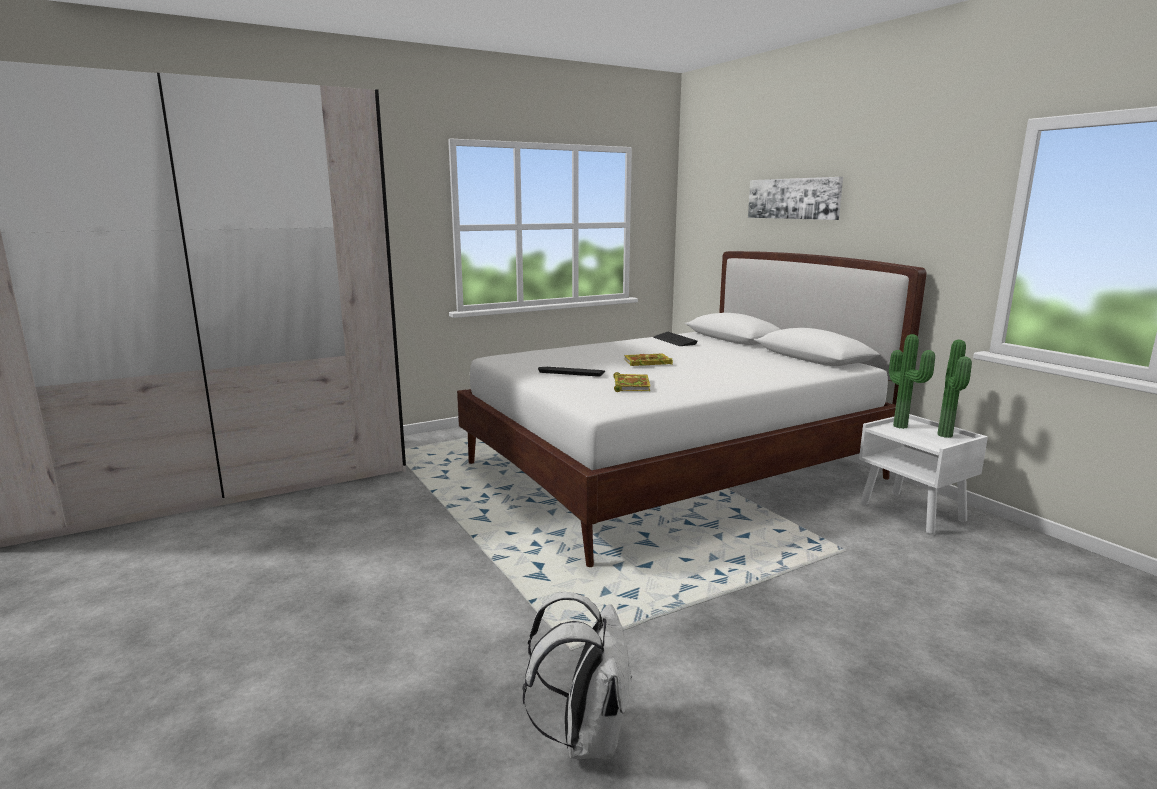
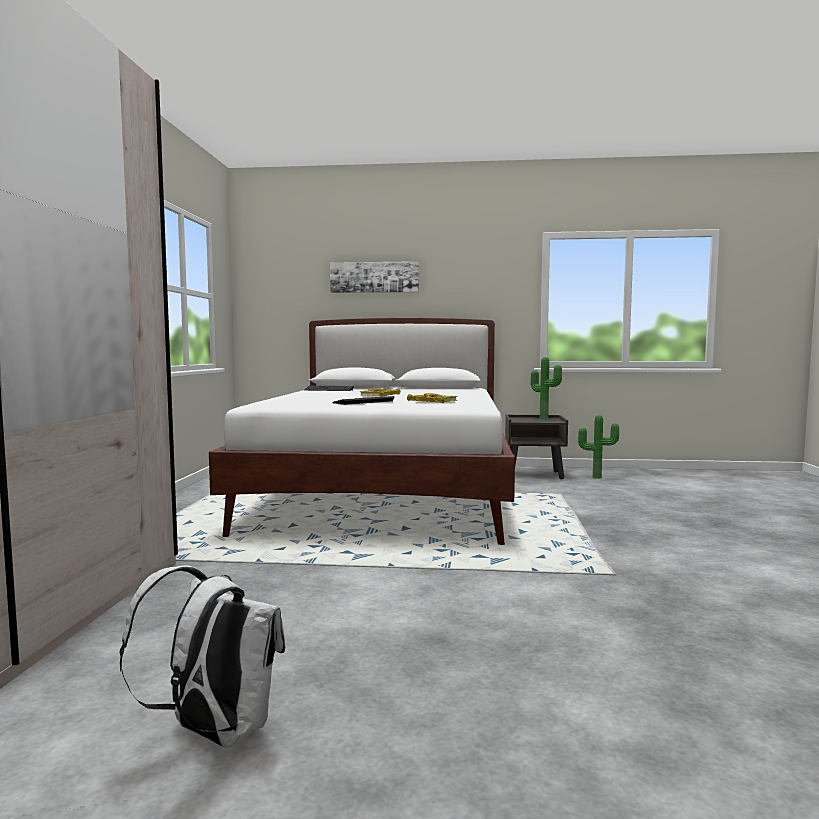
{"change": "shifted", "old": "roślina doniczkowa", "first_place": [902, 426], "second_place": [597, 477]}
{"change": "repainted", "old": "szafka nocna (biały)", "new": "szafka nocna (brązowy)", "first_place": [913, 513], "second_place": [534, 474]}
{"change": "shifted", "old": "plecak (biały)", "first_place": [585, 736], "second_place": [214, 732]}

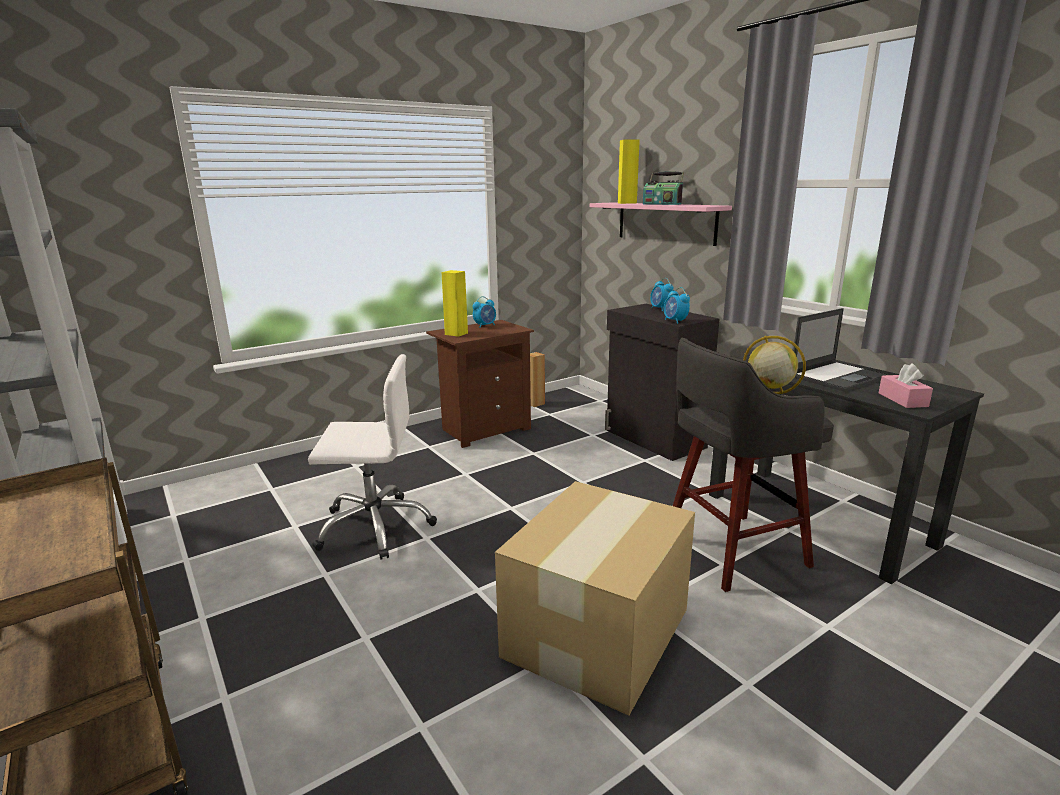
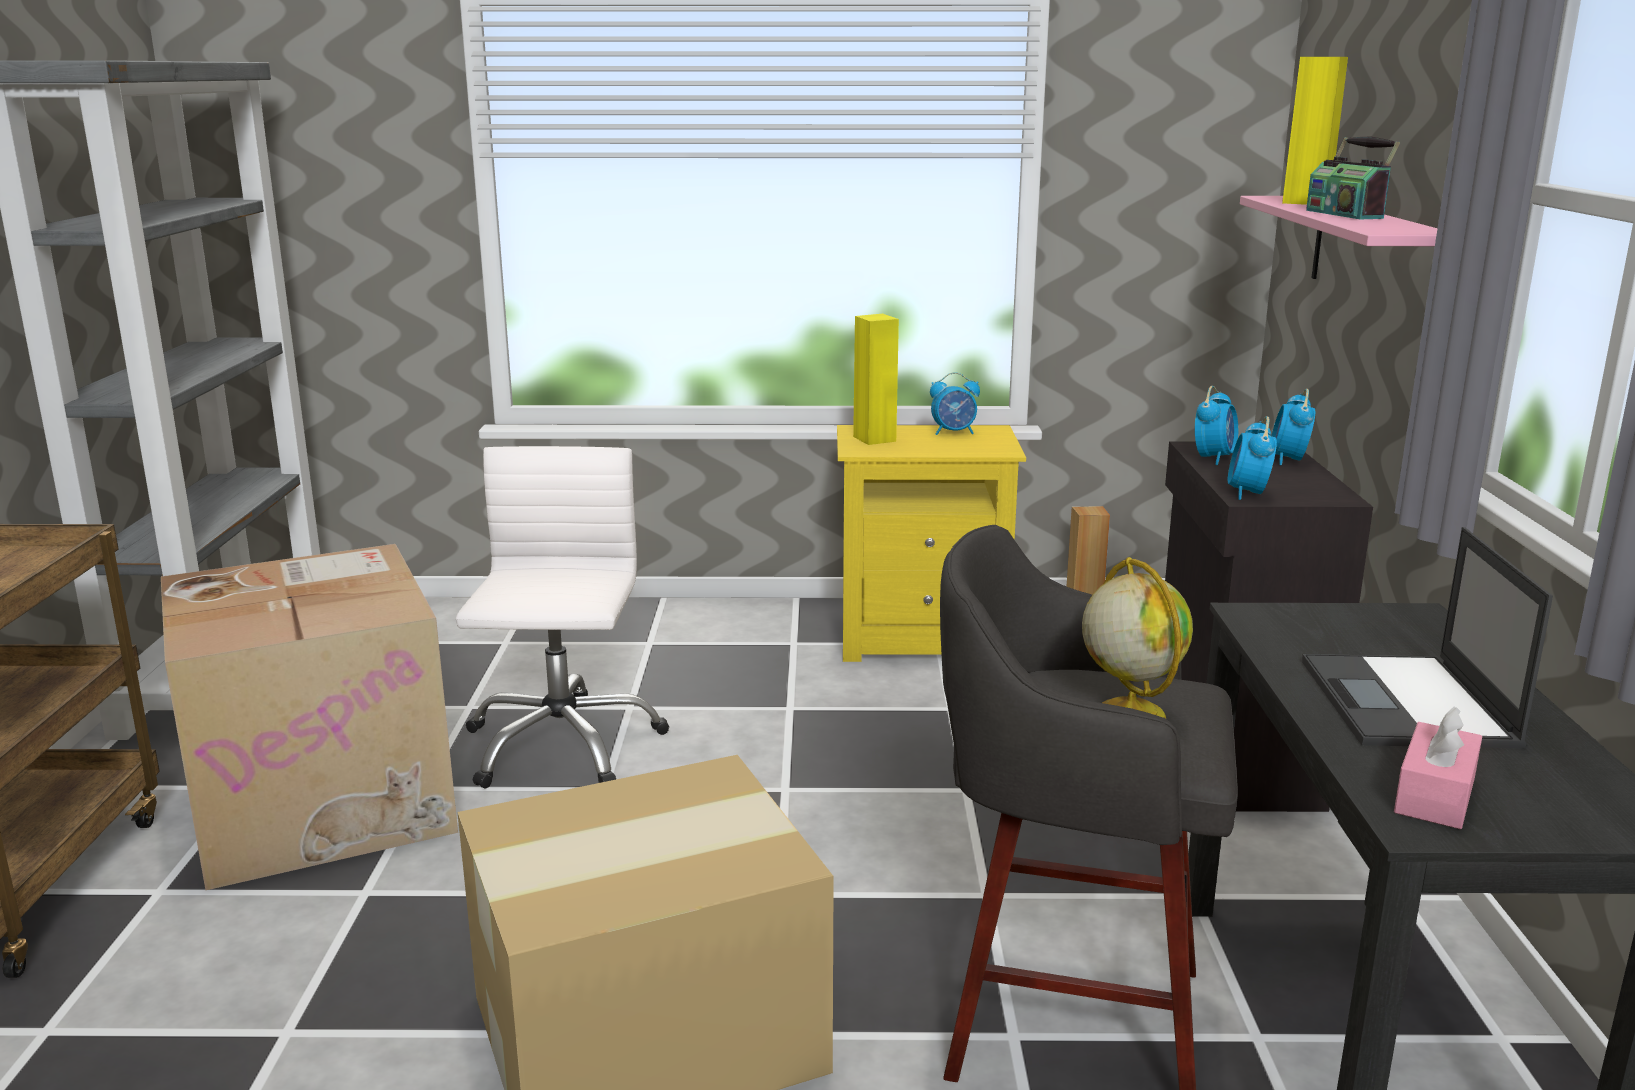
{"change": "rotated", "old": "laptop", "first_place": [838, 376], "second_place": [1408, 704], "degrees": 90}
{"change": "repainted", "old": "szafka nocna (brązowy)", "new": "szafka nocna (żółty)", "first_place": [484, 429], "second_place": [923, 639]}
{"change": "rotated", "old": "krzesło biurowe (biały)", "first_place": [375, 526], "second_place": [561, 745], "degrees": -120}
{"change": "new", "new": "budzik", "second_place": [1214, 458]}
{"change": "new", "new": "karton", "second_place": [325, 801]}

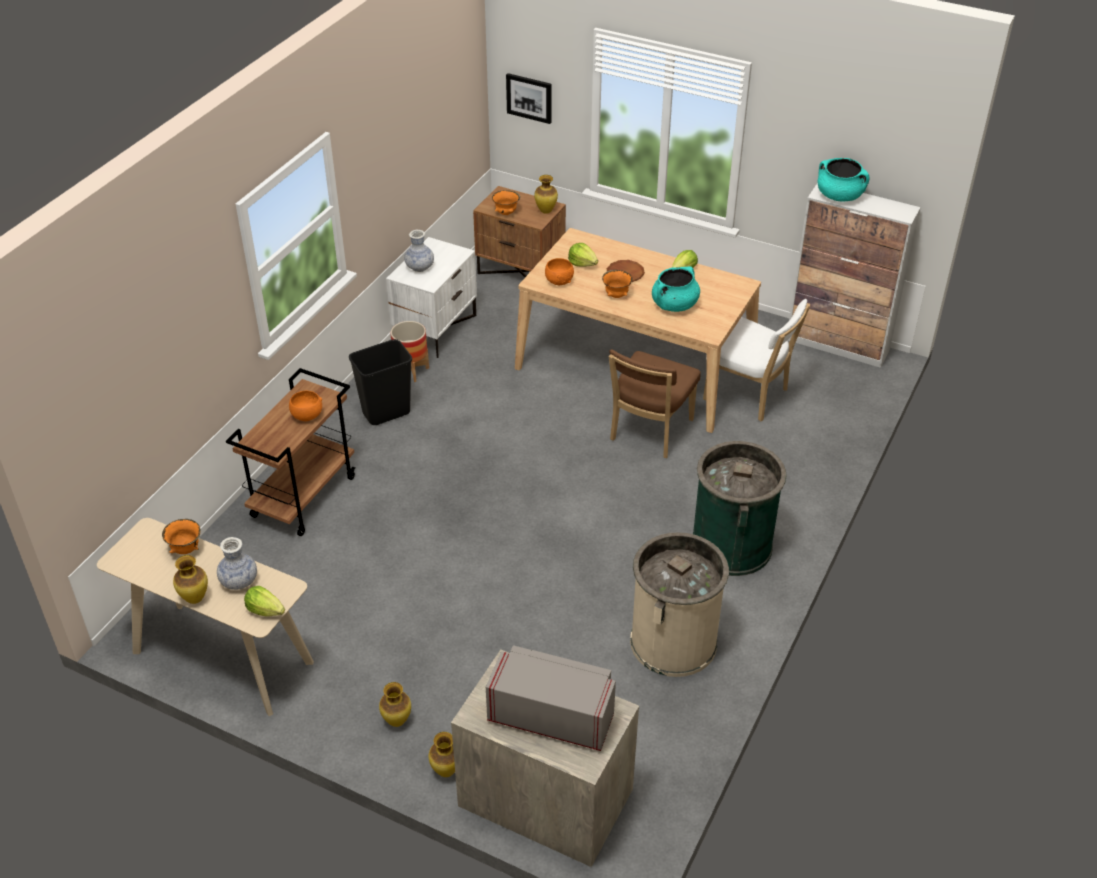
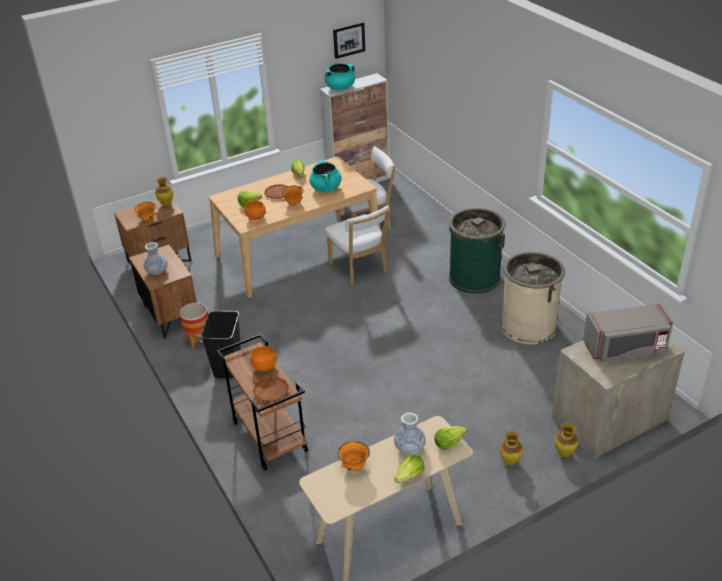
{"change": "shifted", "old": "obraz", "first_place": [529, 97], "second_place": [348, 39]}
{"change": "repainted", "old": "szafka nocna (biały)", "new": "szafka nocna (brązowy)", "first_place": [436, 329], "second_place": [170, 316]}
{"change": "repainted", "old": "krzesło (brązowy)", "new": "krzesło (biały)", "first_place": [649, 432], "second_place": [359, 270]}
{"change": "swapped", "old": "wazon", "new": "sałata", "first_place": [195, 599], "second_place": [410, 476]}
{"change": "rotated", "old": "mikrofalówka (szary)", "first_place": [552, 716], "second_place": [625, 348], "degrees": -150}
{"change": "new", "new": "talerz (brązowy)", "second_place": [271, 391]}

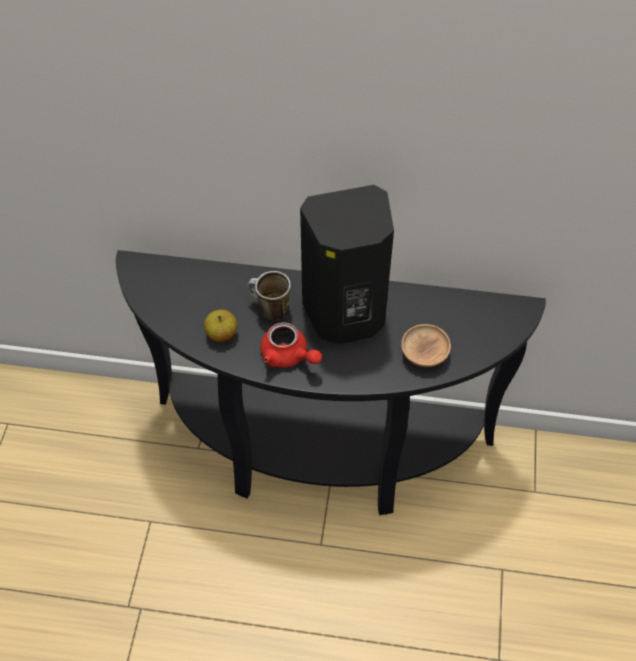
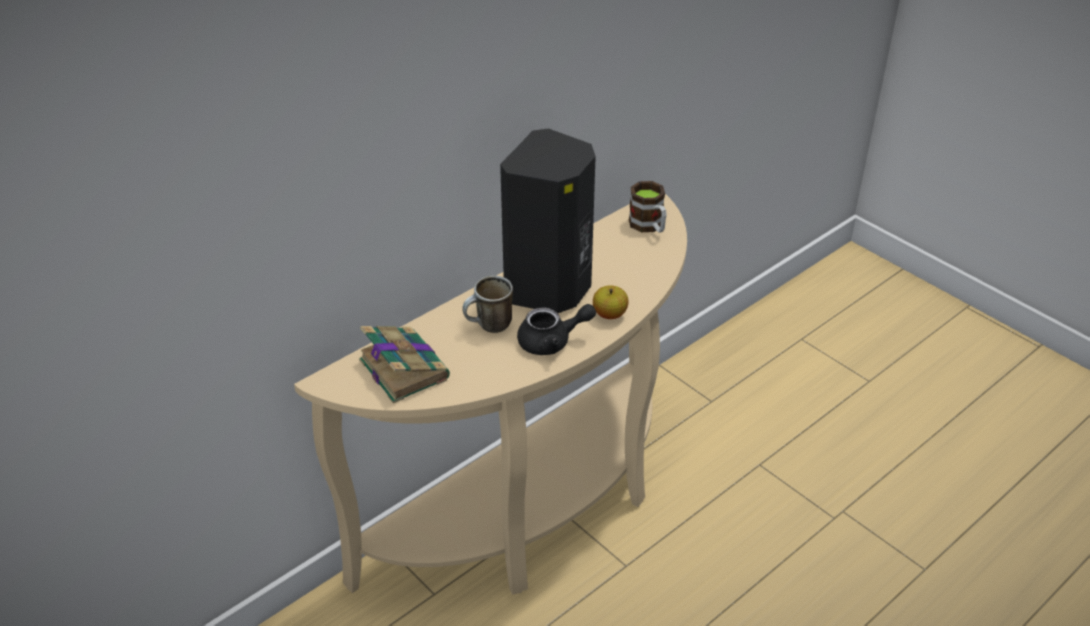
{"change": "repainted", "old": "stolik konsolowy (czarny)", "new": "stolik konsolowy (beżowy)", "first_place": [319, 455], "second_place": [538, 510]}
{"change": "shifted", "old": "jabłko", "first_place": [222, 334], "second_place": [609, 314]}
{"change": "repainted", "old": "imbryk (czerwony)", "new": "imbryk (czarny)", "first_place": [288, 356], "second_place": [552, 342]}
{"change": "gone", "old": "miska (brązowy)", "first_place": [424, 354]}
{"change": "new", "new": "kubek", "second_place": [649, 226]}
{"change": "new", "new": "książka", "second_place": [403, 368]}

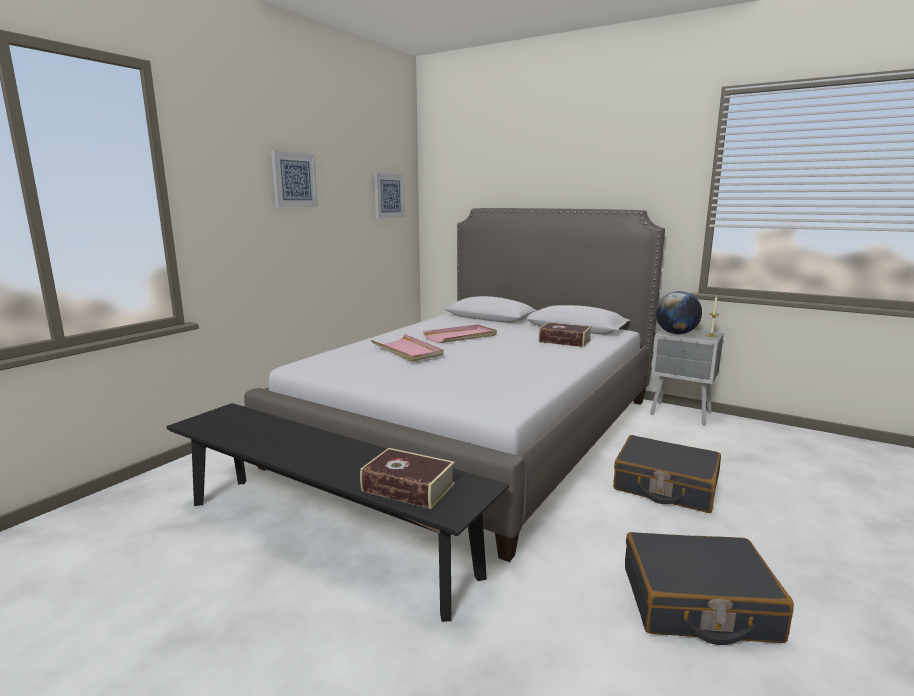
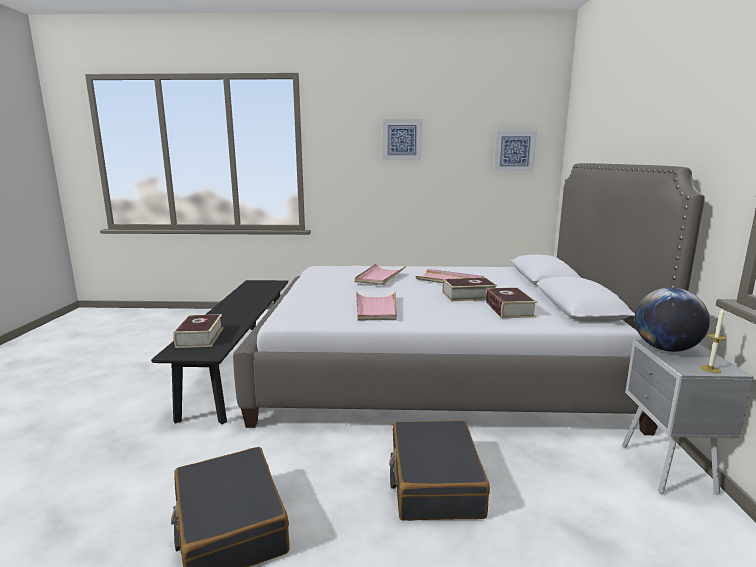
{"change": "new", "new": "książka", "second_place": [468, 295]}
{"change": "new", "new": "taca (różowy)", "second_place": [376, 308]}

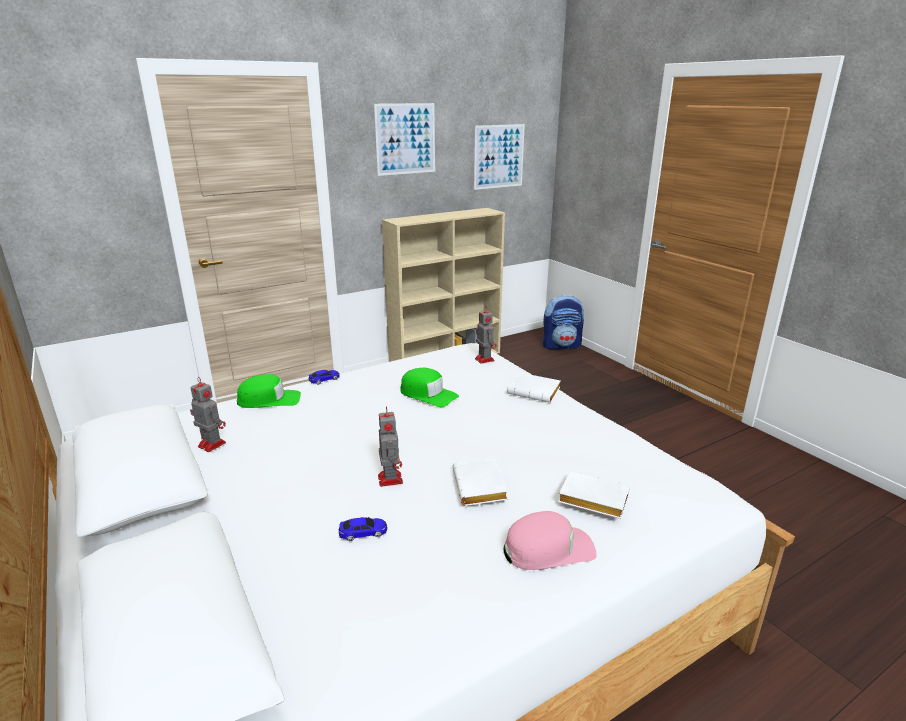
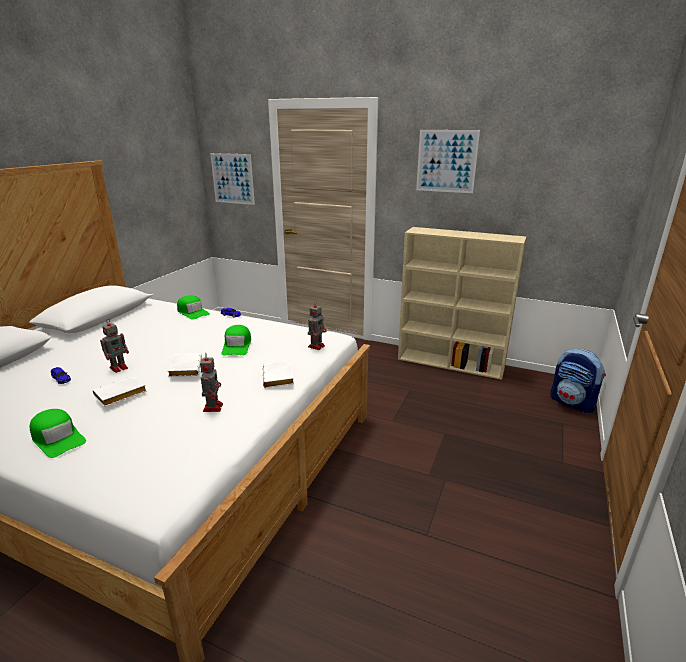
{"change": "shifted", "old": "obraz", "first_place": [499, 156], "second_place": [232, 178]}
{"change": "shifted", "old": "robot zabawkowy", "first_place": [211, 444], "second_place": [213, 407]}
{"change": "shifted", "old": "książka (biały)", "first_place": [591, 500], "second_place": [184, 368]}
{"change": "repainted", "old": "czapka z daszkiem (różowy)", "new": "czapka z daszkiem (zielony)", "first_place": [548, 549], "second_place": [58, 438]}

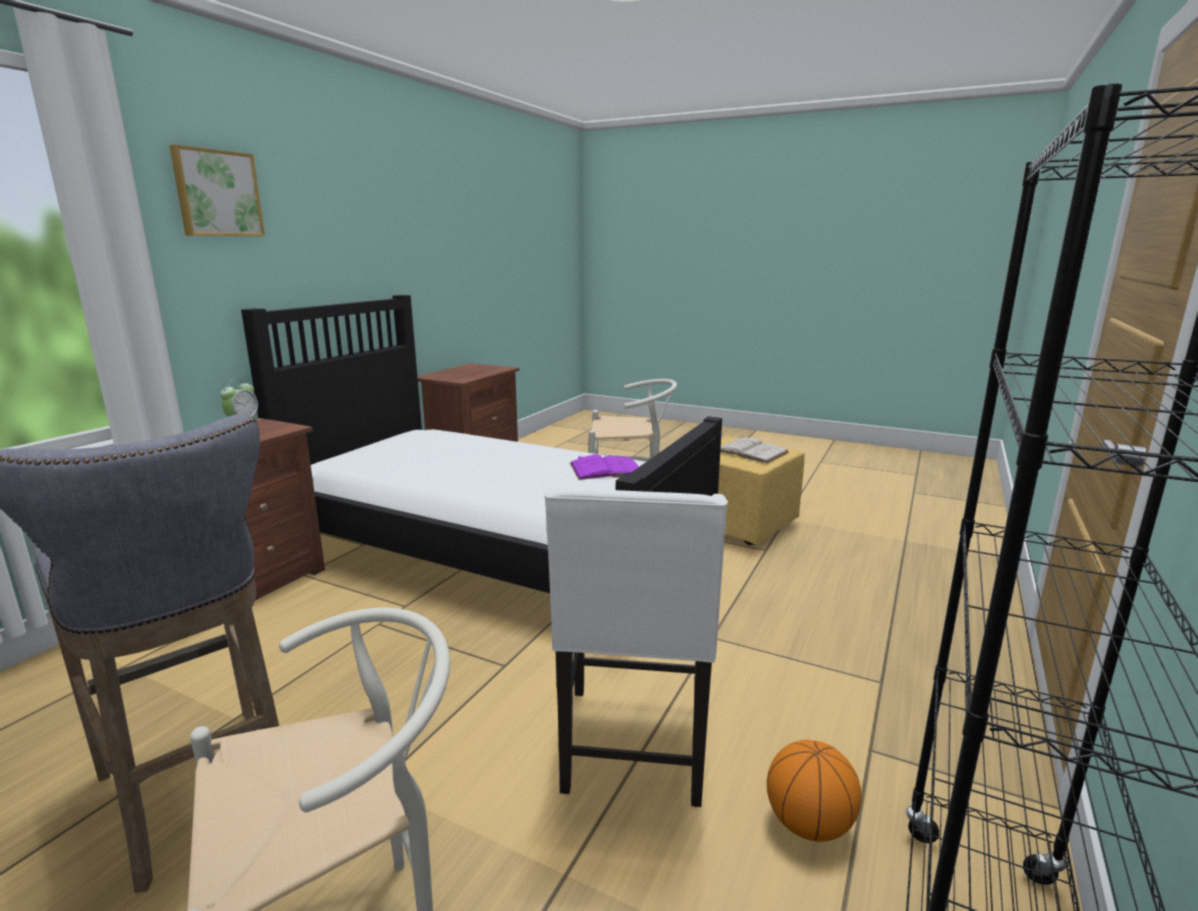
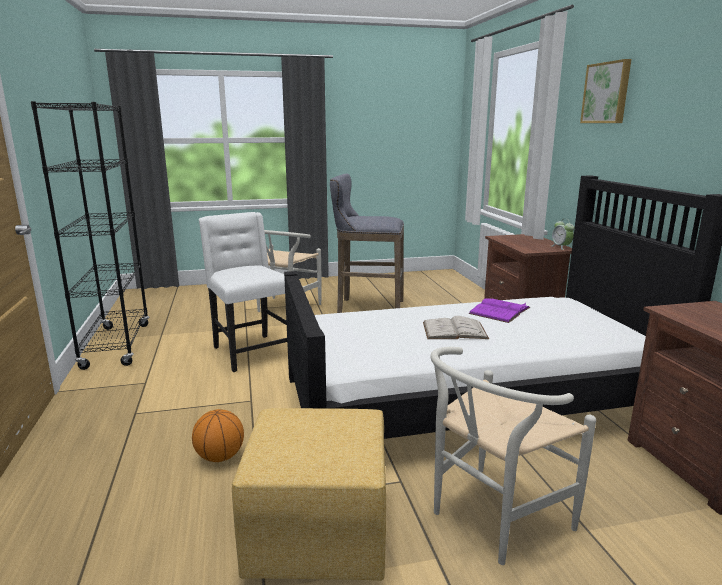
{"change": "shifted", "old": "książka (biały)", "first_place": [750, 451], "second_place": [454, 330]}
{"change": "shifted", "old": "książka (fioletowy)", "first_place": [606, 469], "second_place": [499, 310]}
{"change": "shifted", "old": "piłka do koszykówki", "first_place": [808, 825], "second_place": [220, 457]}

